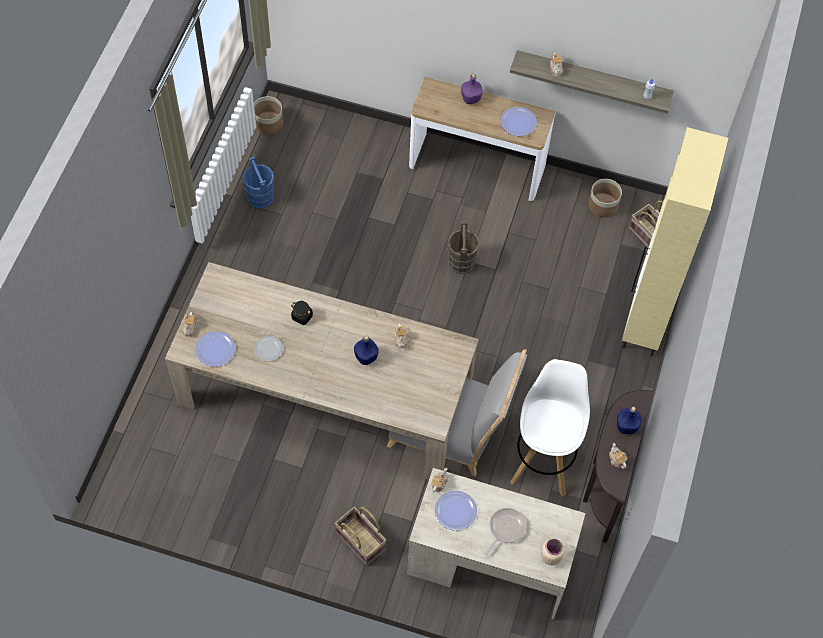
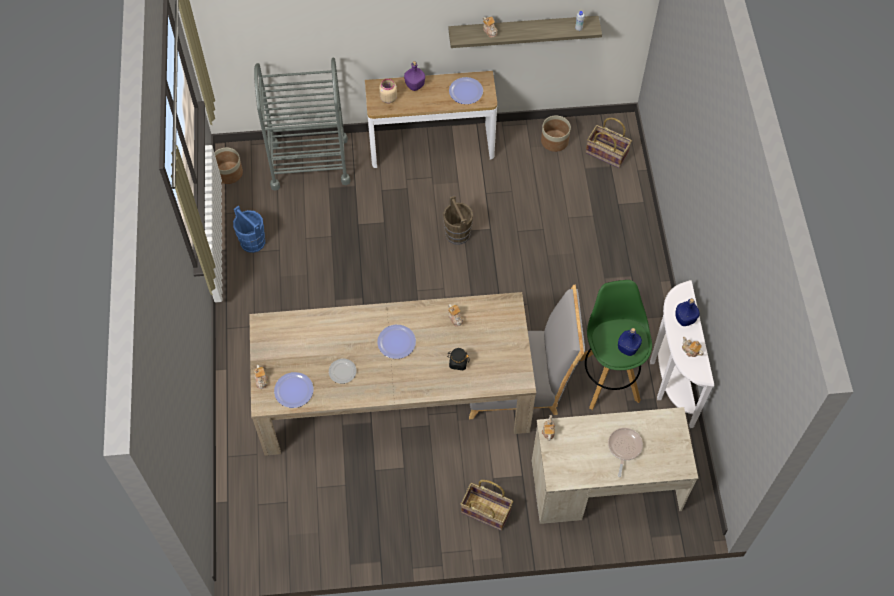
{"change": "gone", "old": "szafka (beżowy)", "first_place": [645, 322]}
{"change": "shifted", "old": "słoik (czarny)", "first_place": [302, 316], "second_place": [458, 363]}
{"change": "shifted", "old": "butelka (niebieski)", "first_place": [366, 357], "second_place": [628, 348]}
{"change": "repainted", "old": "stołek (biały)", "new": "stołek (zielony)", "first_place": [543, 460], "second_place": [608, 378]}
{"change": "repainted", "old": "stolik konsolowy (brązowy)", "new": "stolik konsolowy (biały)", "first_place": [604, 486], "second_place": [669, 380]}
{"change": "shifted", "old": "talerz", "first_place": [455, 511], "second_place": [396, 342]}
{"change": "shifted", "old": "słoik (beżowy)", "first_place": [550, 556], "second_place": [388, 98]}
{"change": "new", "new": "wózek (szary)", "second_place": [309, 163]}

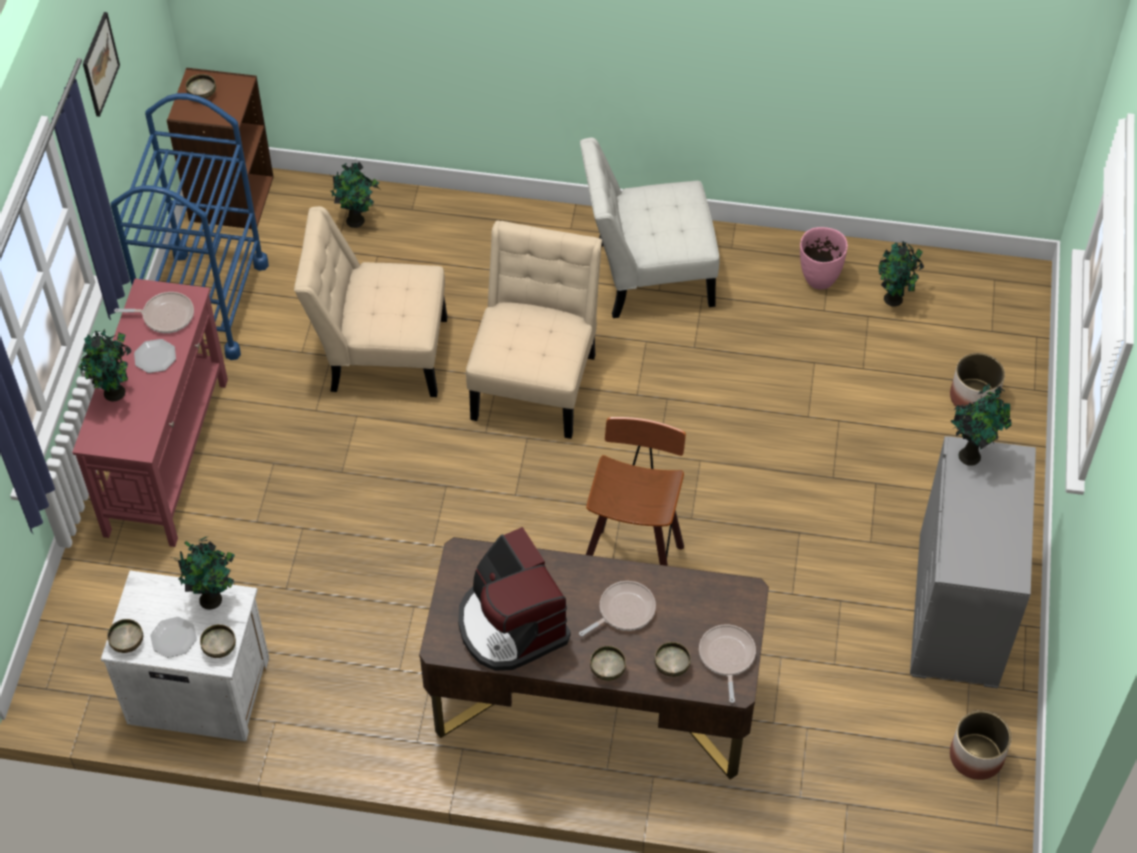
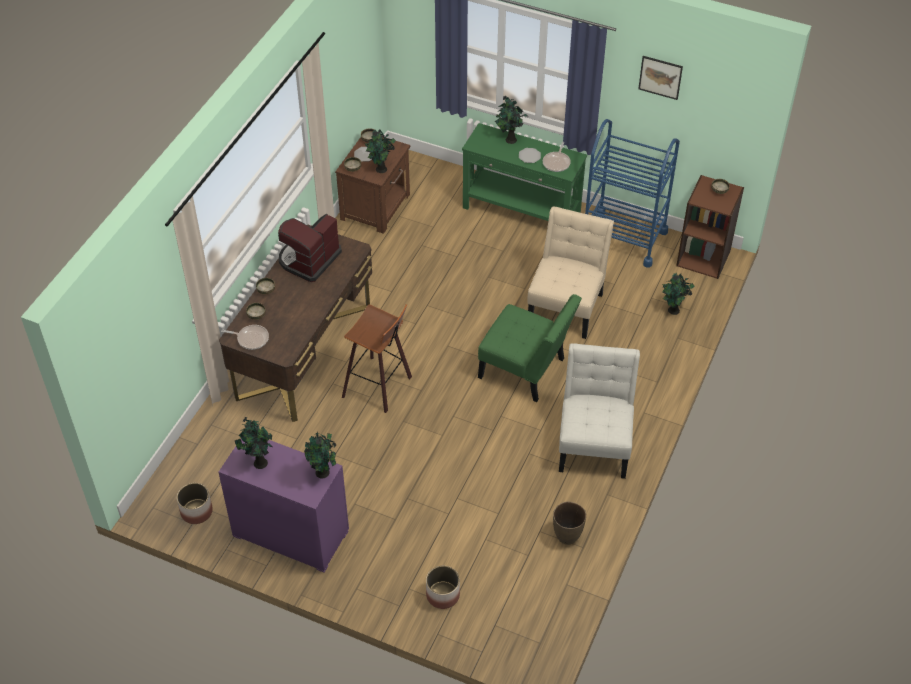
{"change": "repainted", "old": "krzesło (beżowy)", "new": "krzesło (zielony)", "first_place": [536, 380], "second_place": [526, 371]}
{"change": "repainted", "old": "wazon (różowy)", "new": "wazon (brązowy)", "first_place": [818, 279], "second_place": [567, 536]}
{"change": "shifted", "old": "roślina doniczkowa", "first_place": [893, 300], "second_place": [259, 463]}
{"change": "repainted", "old": "stolik konsolowy (czerwony)", "new": "stolik konsolowy (zielony)", "first_place": [168, 455], "second_place": [521, 212]}
{"change": "repainted", "old": "komoda (szary)", "new": "komoda (fioletowy)", "first_place": [959, 611], "second_place": [290, 534]}
{"change": "rotated", "old": "ekspres do kawy", "first_place": [511, 625], "second_place": [309, 260], "degrees": -45}
{"change": "repainted", "old": "szafka nocna (biały)", "new": "szafka nocna (brązowy)", "first_place": [197, 688], "second_place": [376, 206]}
{"change": "gone", "old": "patelnia", "first_place": [623, 611]}

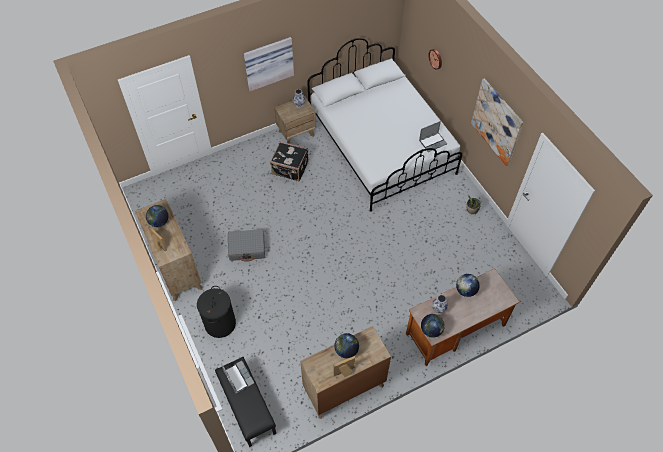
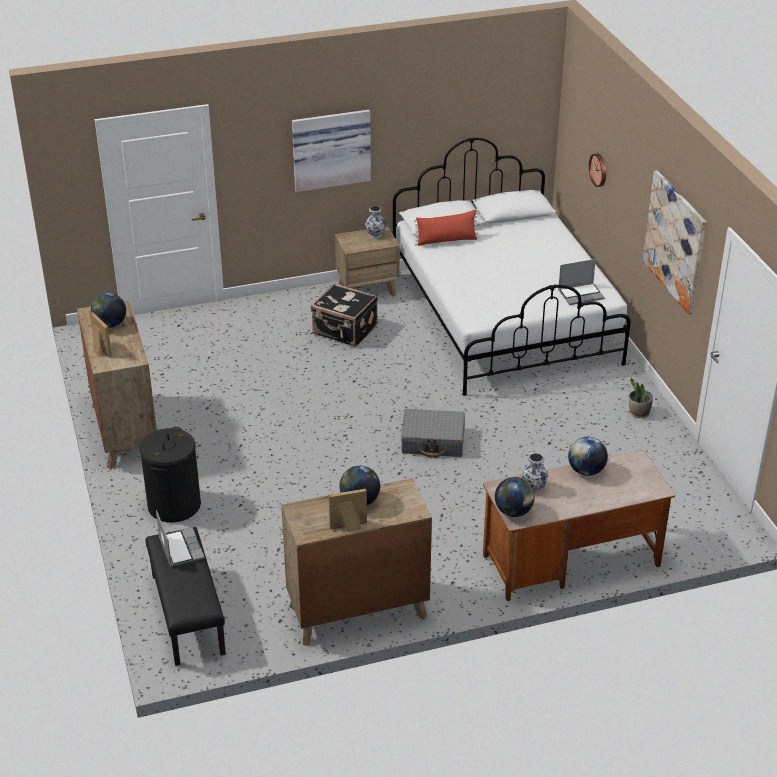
{"change": "shifted", "old": "walizka (szary)", "first_place": [247, 248], "second_place": [433, 441]}
{"change": "new", "new": "poduszka (czerwony)", "second_place": [446, 240]}

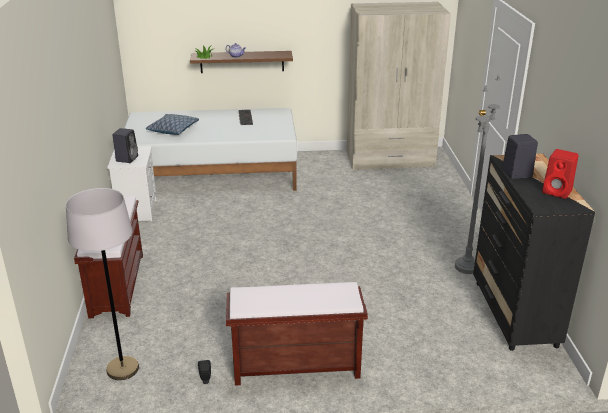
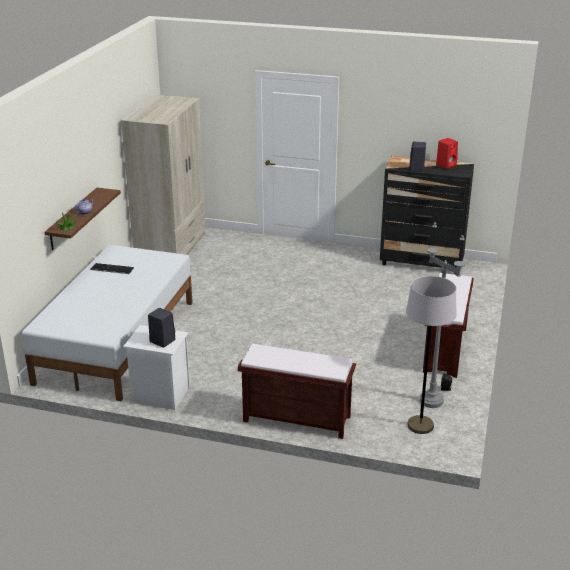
{"change": "shifted", "old": "lampa stojąca (szary)", "first_place": [466, 267], "second_place": [431, 401]}
{"change": "gone", "old": "poduszka", "first_place": [173, 130]}

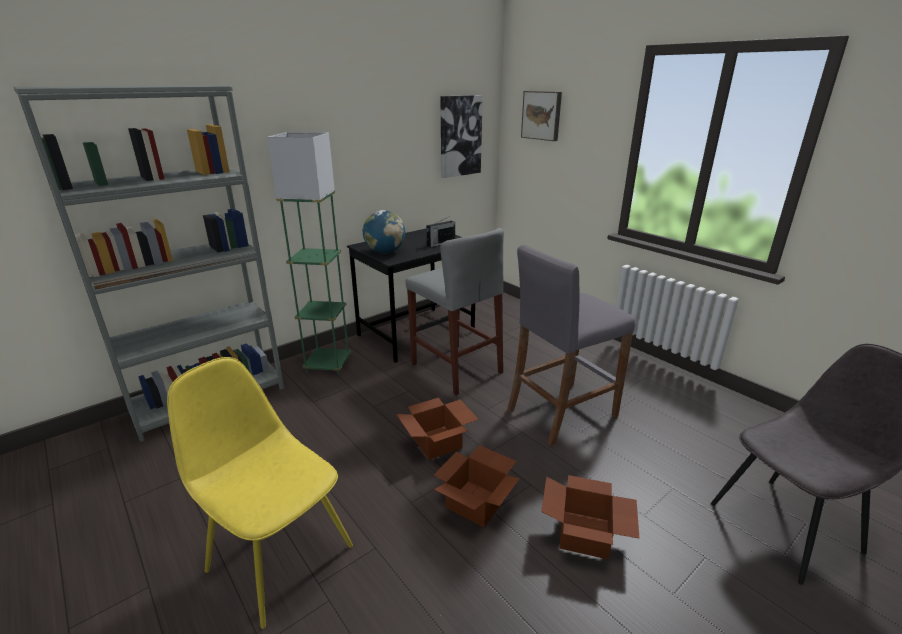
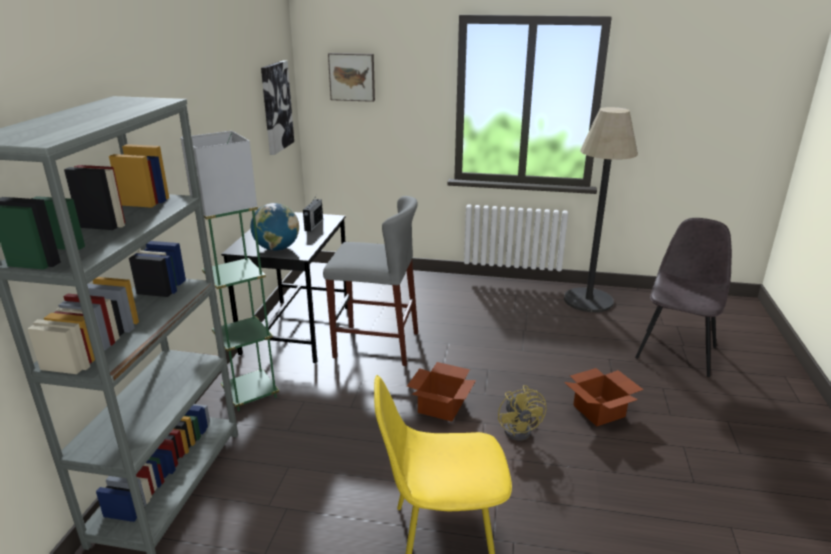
{"change": "gone", "old": "stołek (szary)", "first_place": [561, 412]}
{"change": "swapped", "old": "karton", "new": "wentylator (żółty)", "first_place": [477, 502], "second_place": [520, 429]}
{"change": "new", "new": "lampa stojąca", "second_place": [588, 300]}

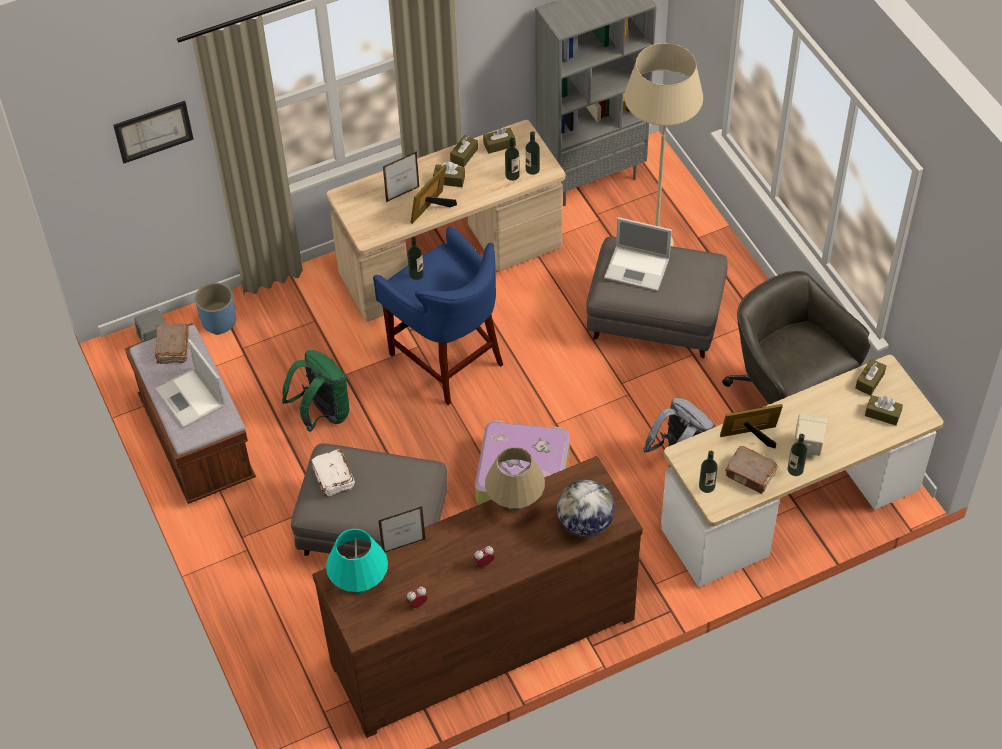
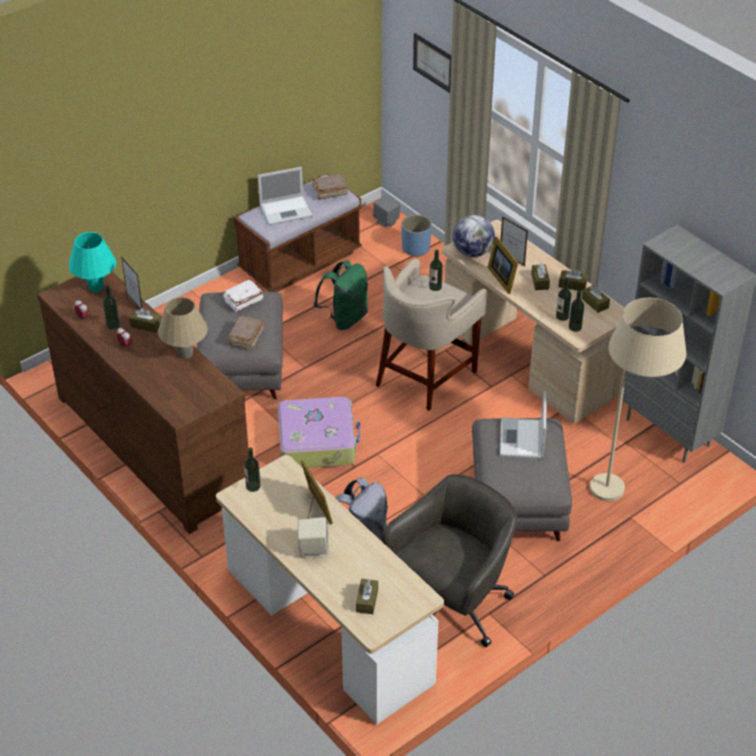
{"change": "rotated", "old": "ramka na zdjęcie", "first_place": [433, 209], "second_place": [503, 278], "degrees": -135}
{"change": "repainted", "old": "stołek (niebieski)", "new": "stołek (beżowy)", "first_place": [447, 357], "second_place": [425, 376]}
{"change": "rotated", "old": "laptop", "first_place": [191, 398], "second_place": [287, 210], "degrees": -150}
{"change": "shifted", "old": "pudełko chusteczek (brązowy)", "first_place": [869, 381], "second_place": [146, 325]}
{"change": "shifted", "old": "butelka", "first_place": [795, 469], "second_place": [113, 325]}
{"change": "shifted", "old": "książka (brązowy)", "first_place": [750, 475], "second_place": [245, 338]}
{"change": "shifted", "old": "globus", "first_place": [585, 524], "second_place": [472, 252]}

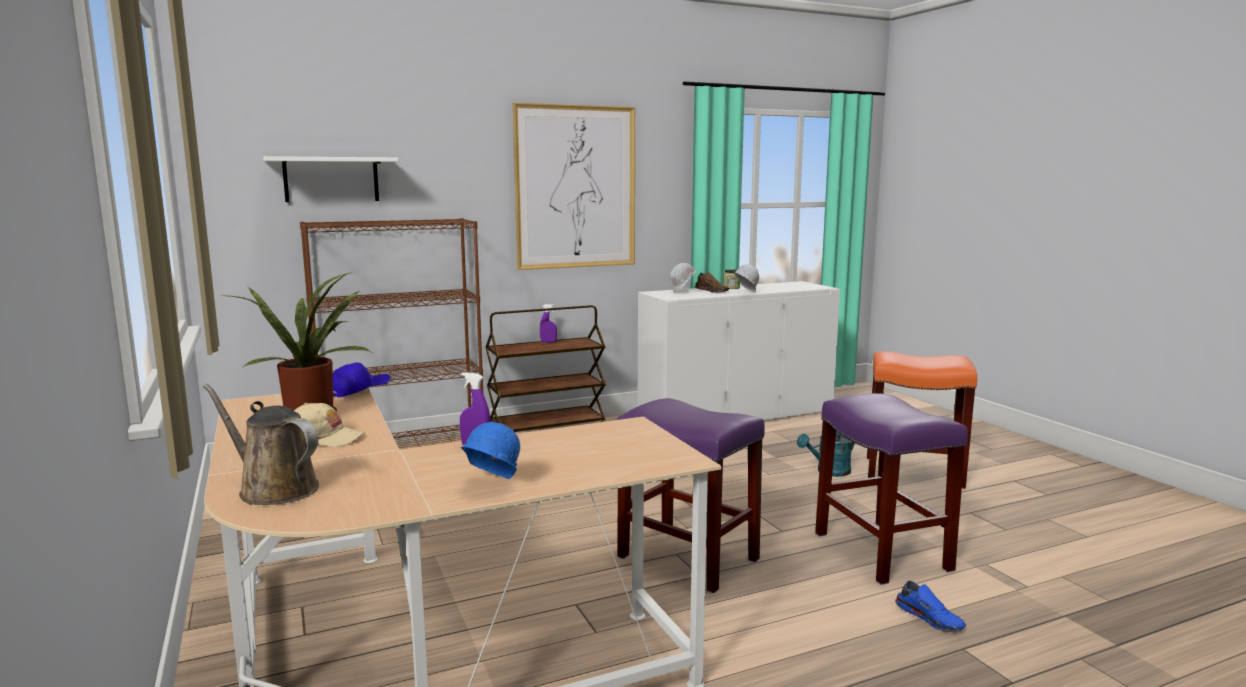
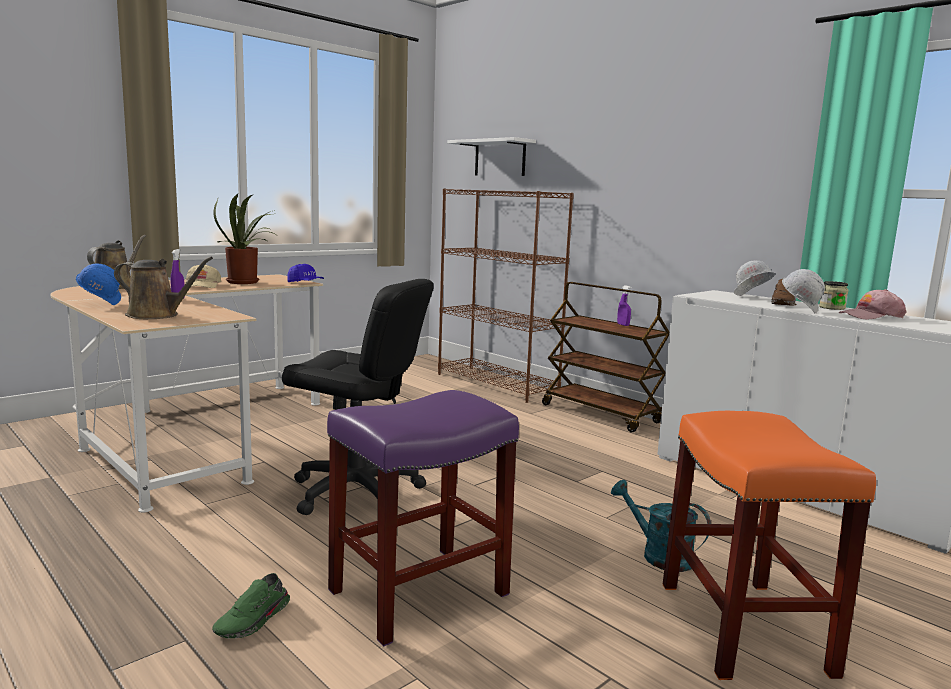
{"change": "gone", "old": "obraz", "first_place": [575, 187]}
{"change": "swapped", "old": "stołek (fioletowy)", "new": "krzesło biurowe (czarny)", "first_place": [689, 558], "second_place": [356, 492]}
{"change": "repainted", "old": "but (niebieski)", "new": "but (zielony)", "first_place": [930, 618], "second_place": [254, 620]}
{"change": "new", "new": "konewka (brązowy)", "second_place": [157, 315]}
{"change": "new", "new": "czapka z daszkiem (różowy)", "second_place": [871, 316]}

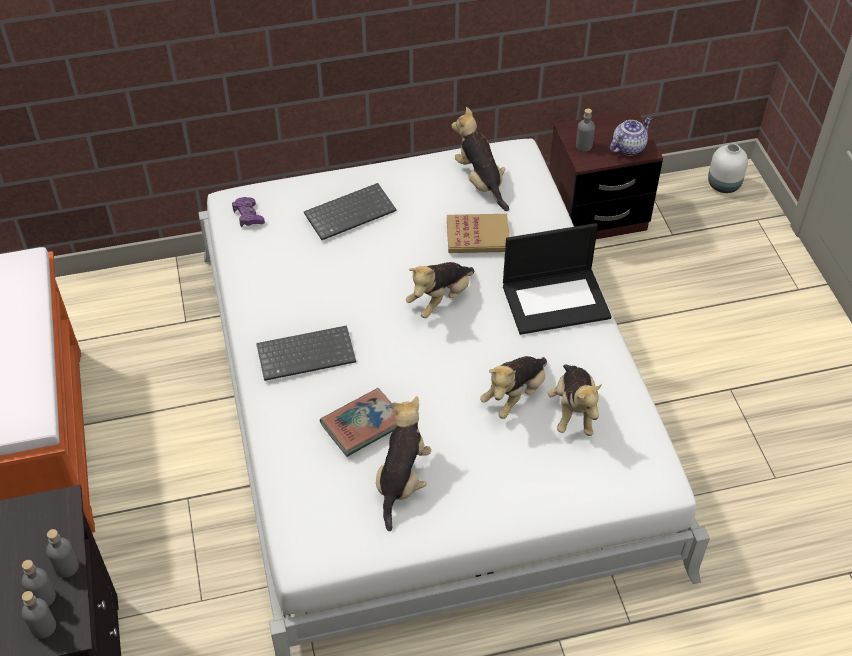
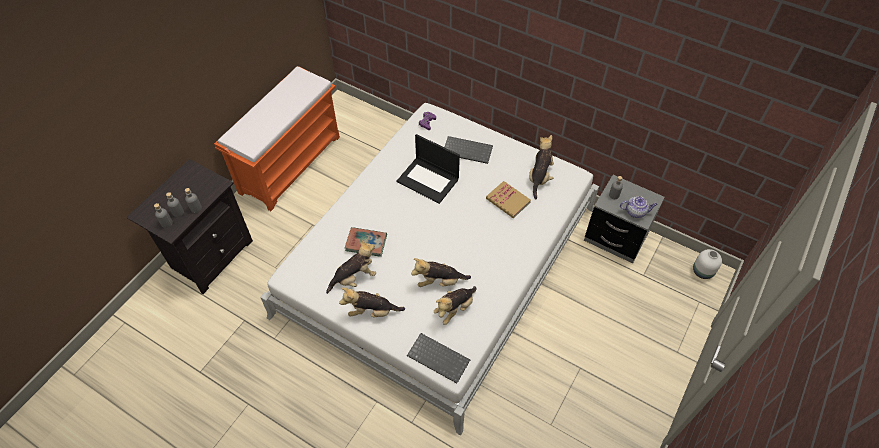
{"change": "repainted", "old": "szafka nocna (brązowy)", "new": "szafka nocna (szary)", "first_place": [596, 215], "second_place": [615, 237]}
{"change": "shifted", "old": "laptop", "first_place": [556, 300], "second_place": [428, 180]}
{"change": "shifted", "old": "pluszak", "first_place": [440, 299], "second_place": [372, 311]}
{"change": "shifted", "old": "klawiatura", "first_place": [307, 353], "second_place": [439, 358]}

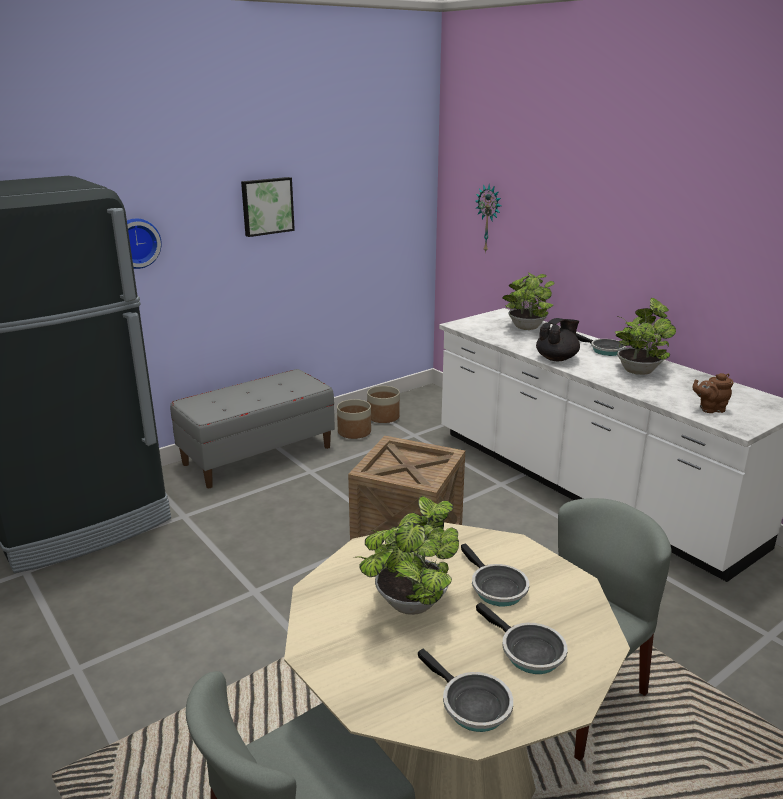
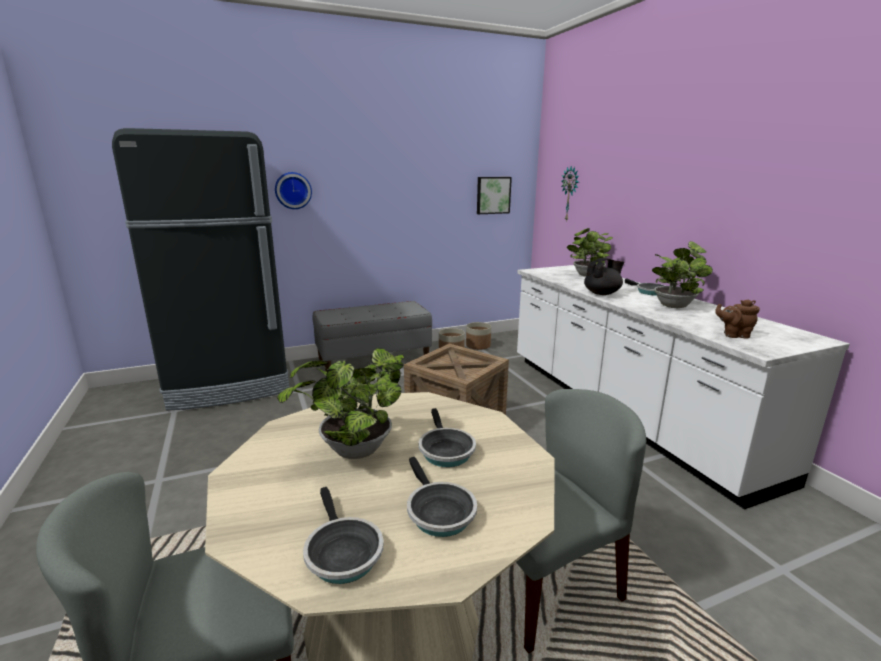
{"change": "shifted", "old": "obraz", "first_place": [267, 206], "second_place": [493, 195]}

